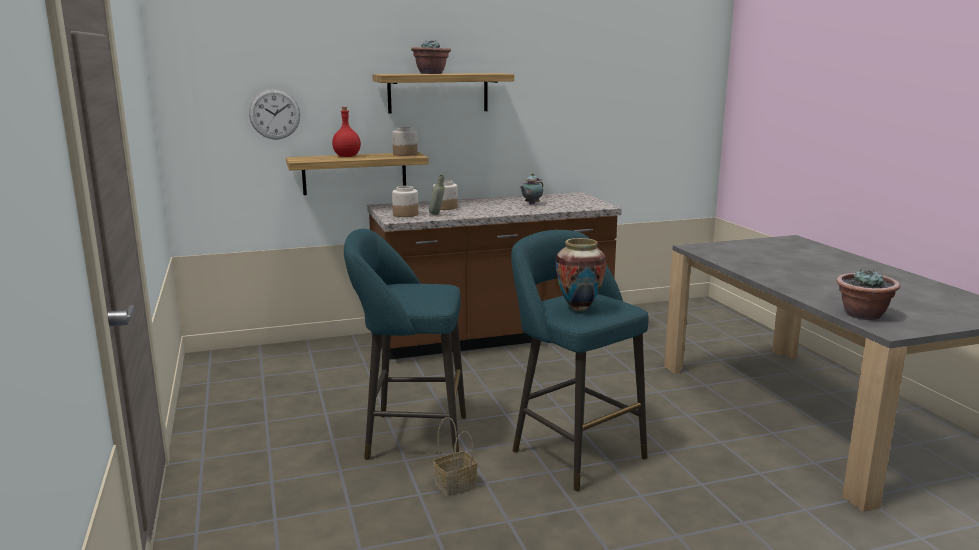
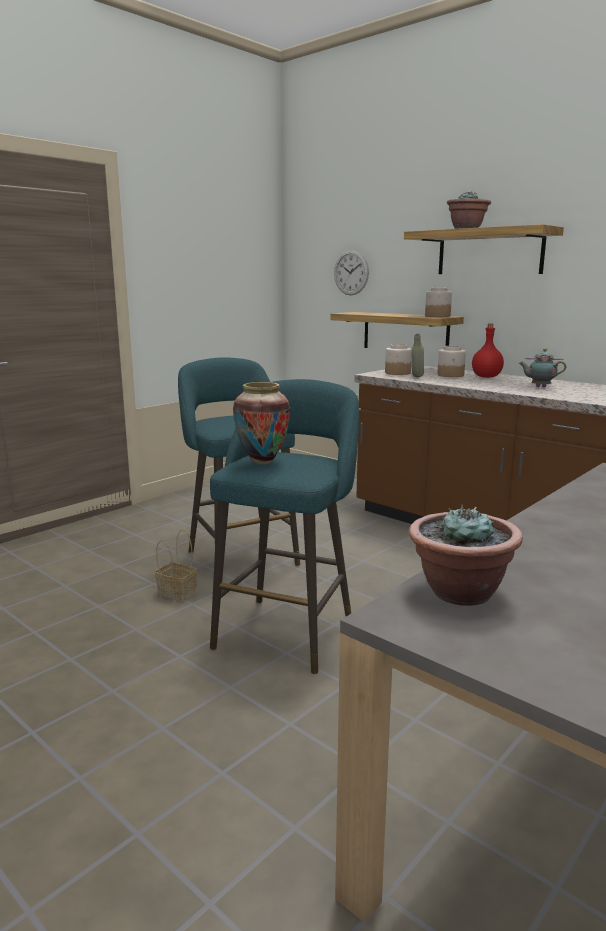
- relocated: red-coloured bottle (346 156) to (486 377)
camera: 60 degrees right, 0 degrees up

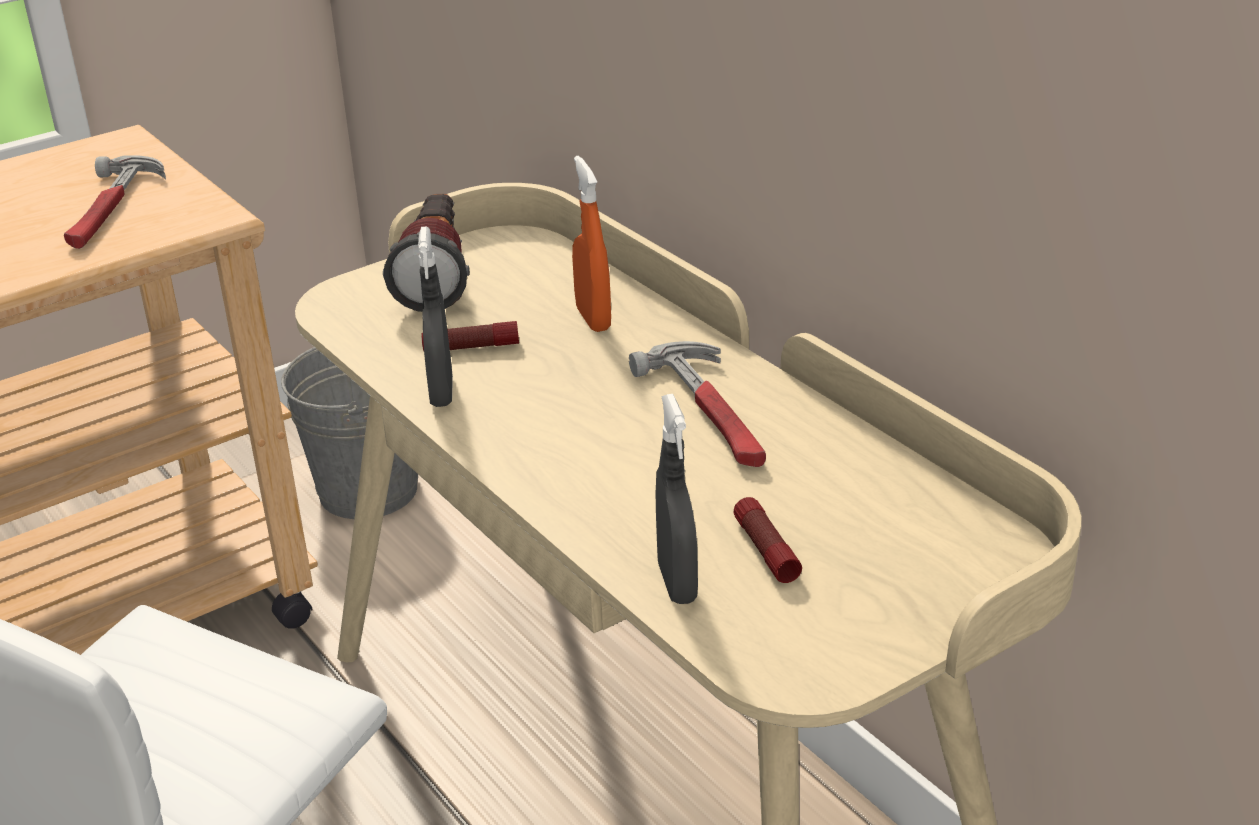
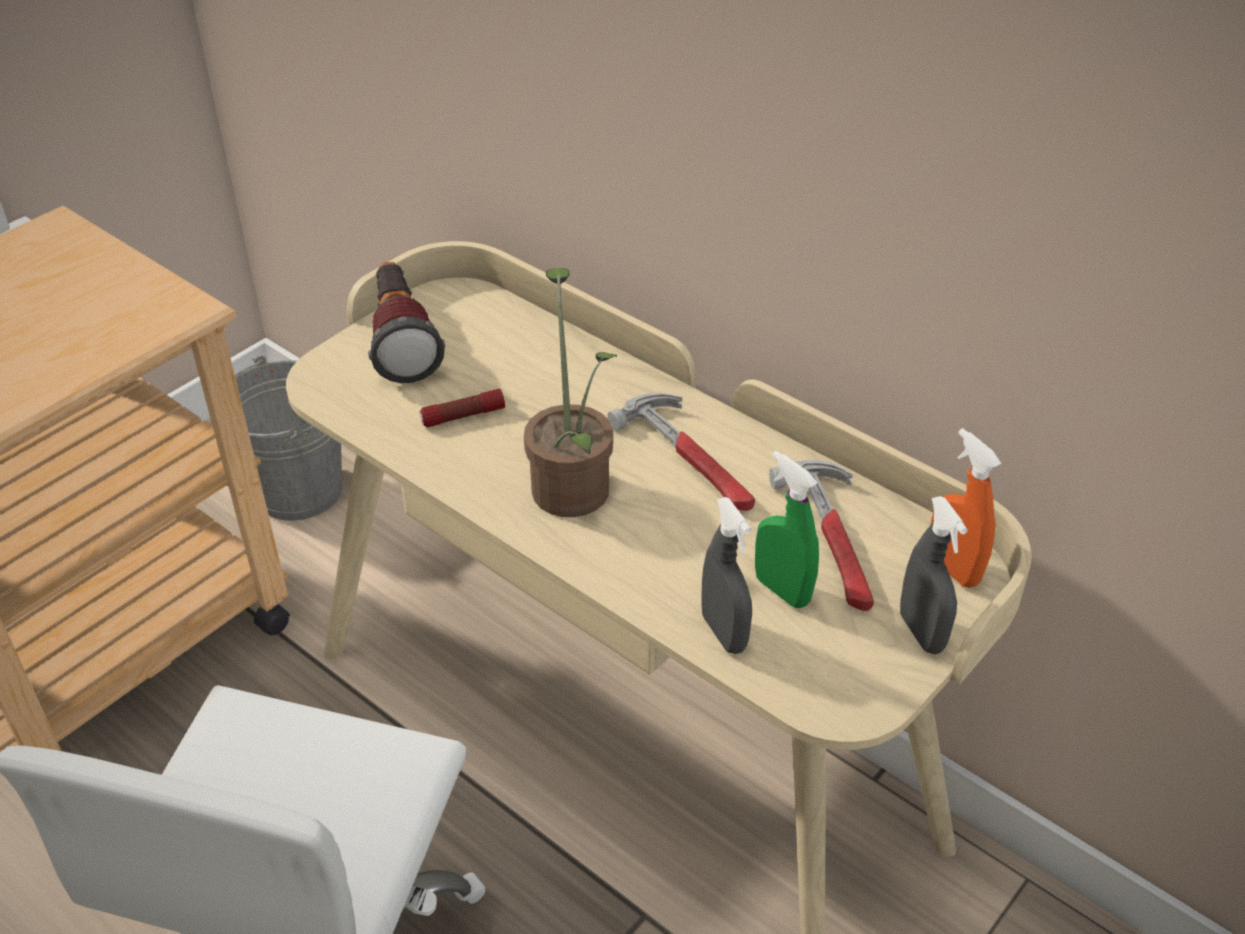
- appeared: houseplant (572 481)
- relocated: hand hammer (111 210) to (834 540)
- relocated: greyish hand sprayer (441 393) to (921 632)
- relocated: orange-coloured hand sprayer (593 319) to (952 569)
- exchanged: torch (765 550) to green hand sprayer (782 590)
camera: 15 degrees left, 10 degrees up

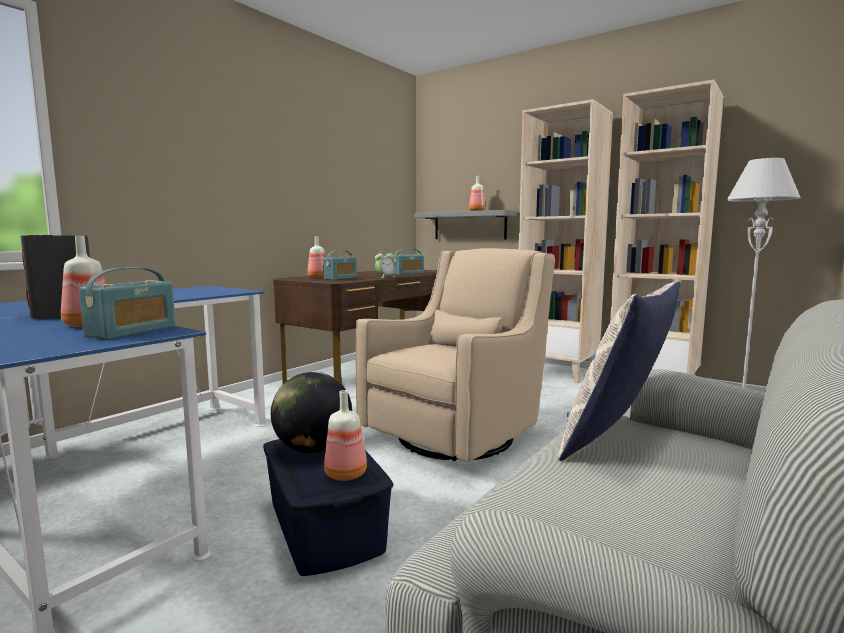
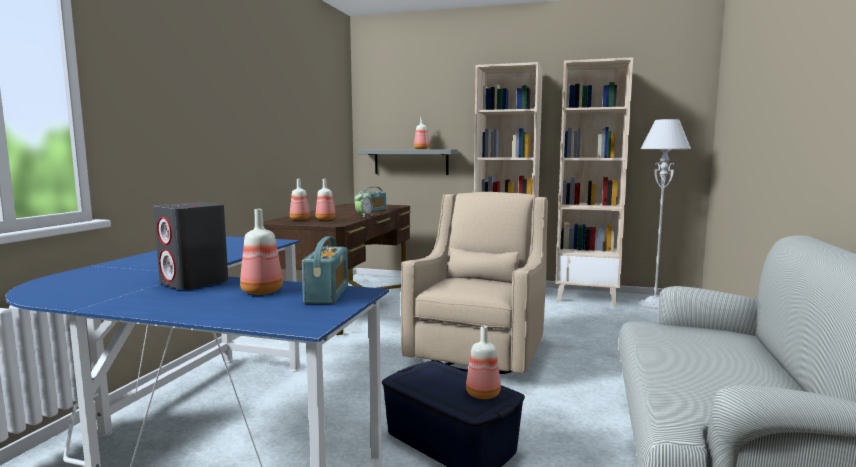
- missing: globe (313 449)
- missing: pillow (617 440)
- exchanged: radio receiver (340 278) to bottle (325 219)
camera: 20 degrees left, 0 degrees up

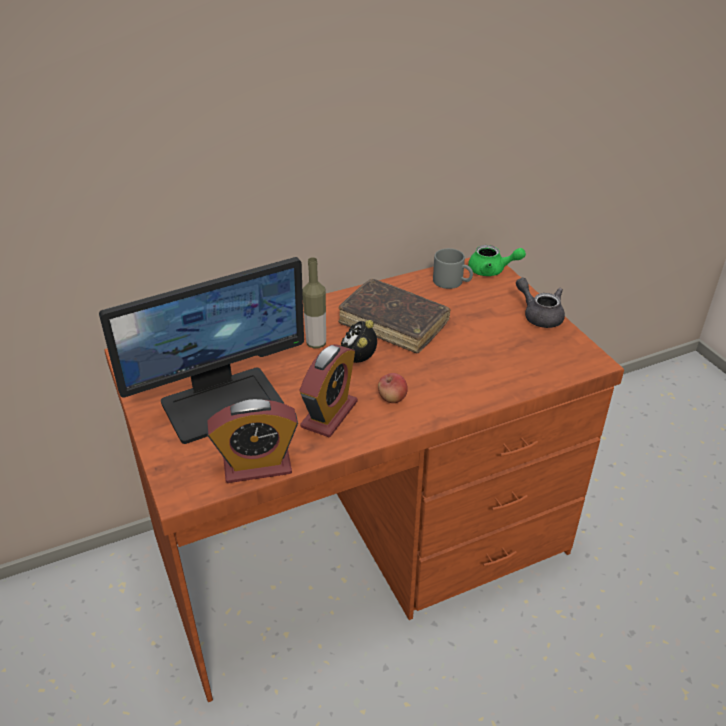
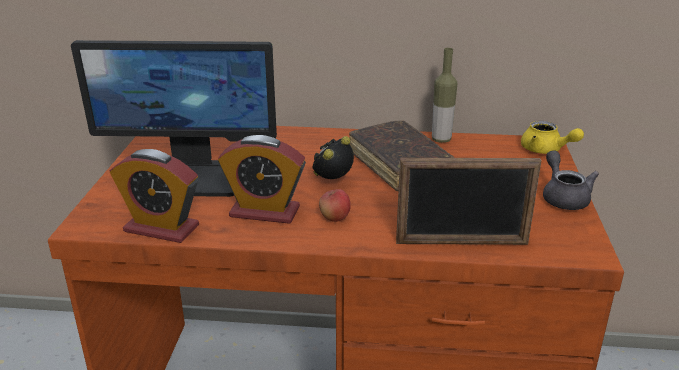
- missing: greyish coffee mug (452 282)
- appeared: standing frame (461 243)
- relocated: bottle (316 343) to (441 139)
- colour: green pot for tea (491 271) to yellow-coloured pot for tea (546 150)
- spun: alarm clock (329 414) = (264 212) 45 degrees clockwise
camera: 30 degrees right, 10 degrees down

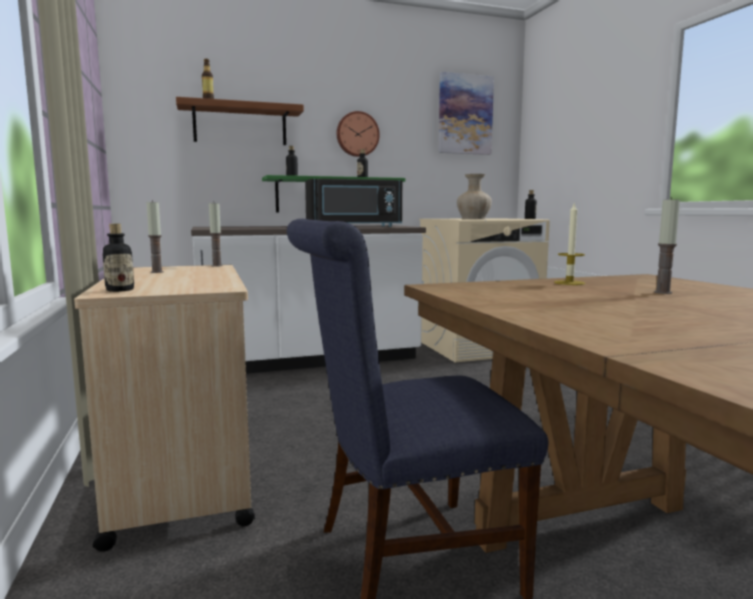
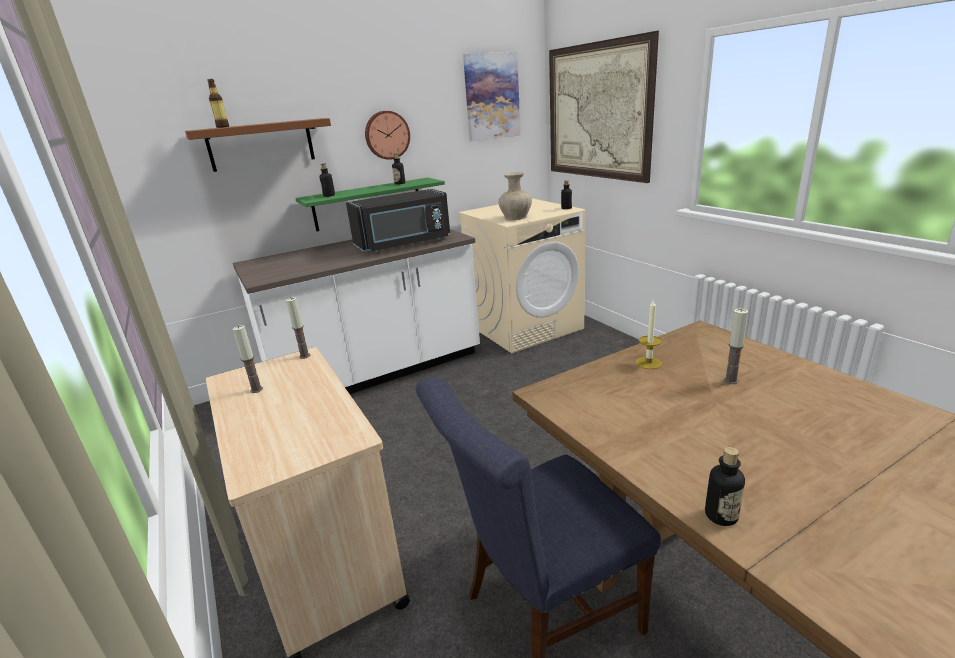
- appeared: wall art (597 112)
- relocated: bottle (120 290) to (721 515)
camera: 10 degrees left, 15 degrees up

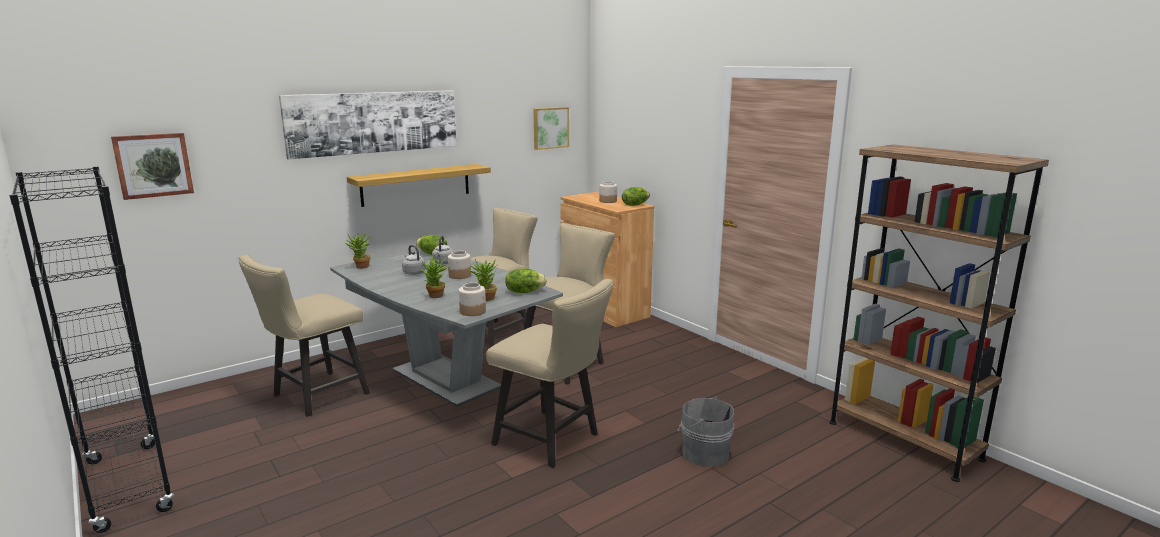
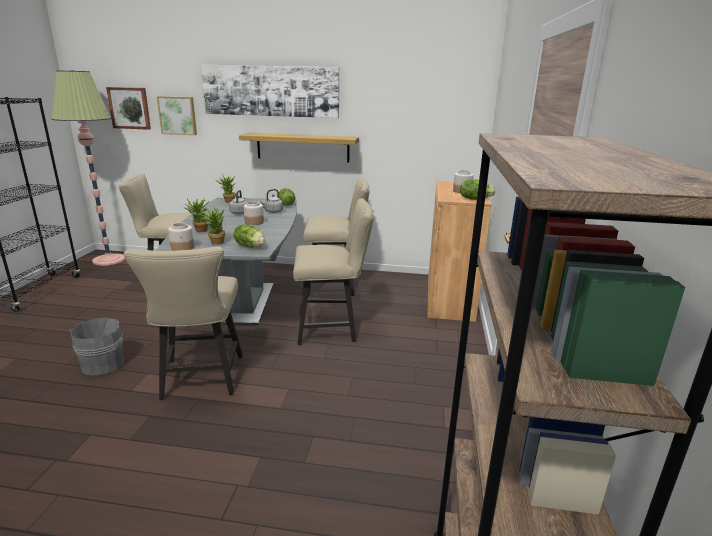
- appeared: standing lamp (109 260)
- relocated: wall art (550 128) to (178 115)
- relocated: greyish bucket (703 452) to (104 363)
camera: 45 degrees right, 5 degrees up

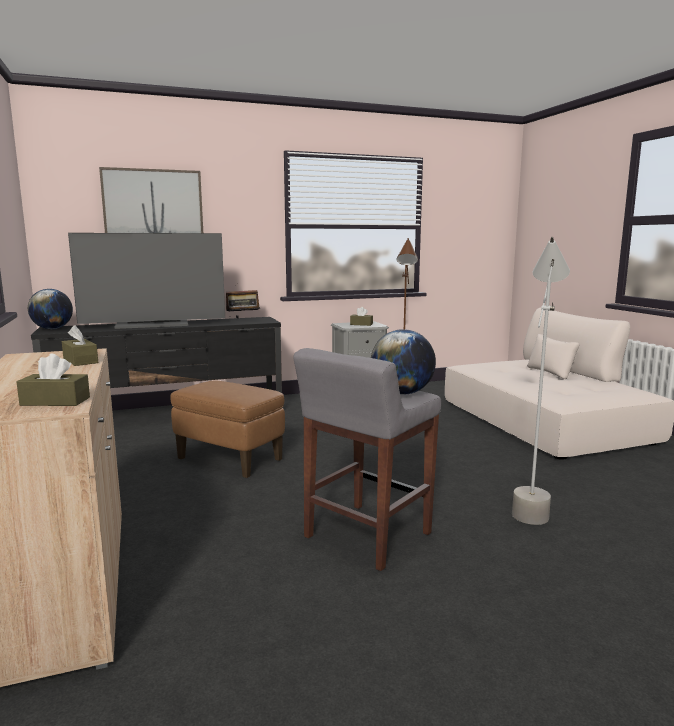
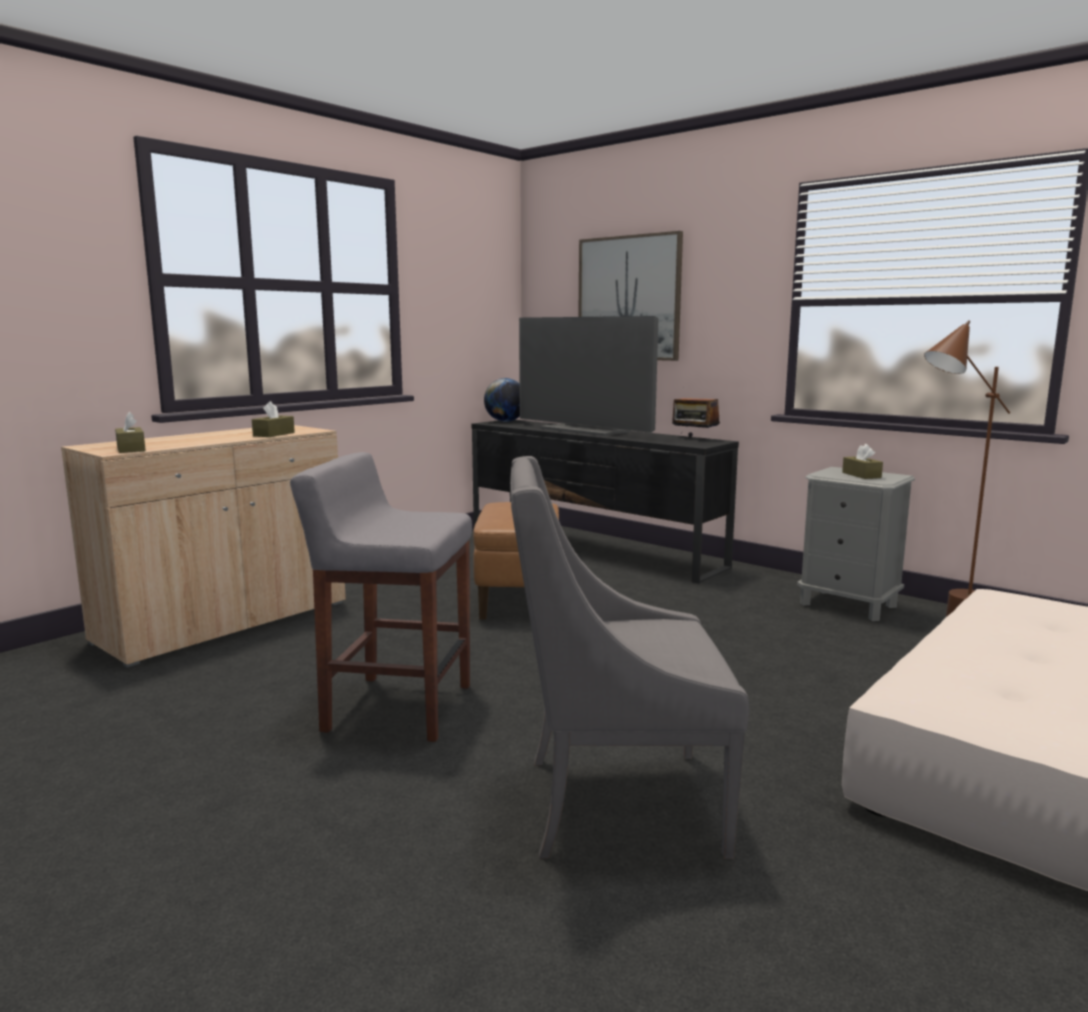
- missing: globe (402 393)
- exchanged: greyish standing lamp (531 503) to greyish lounge chair (614 803)
camera: 60 degrees right, 0 degrees up

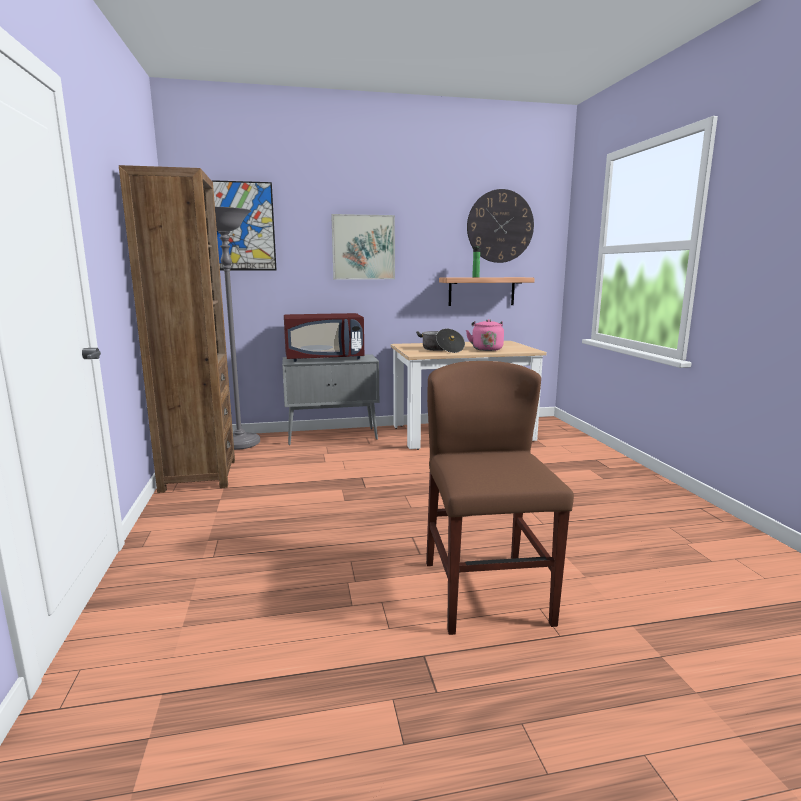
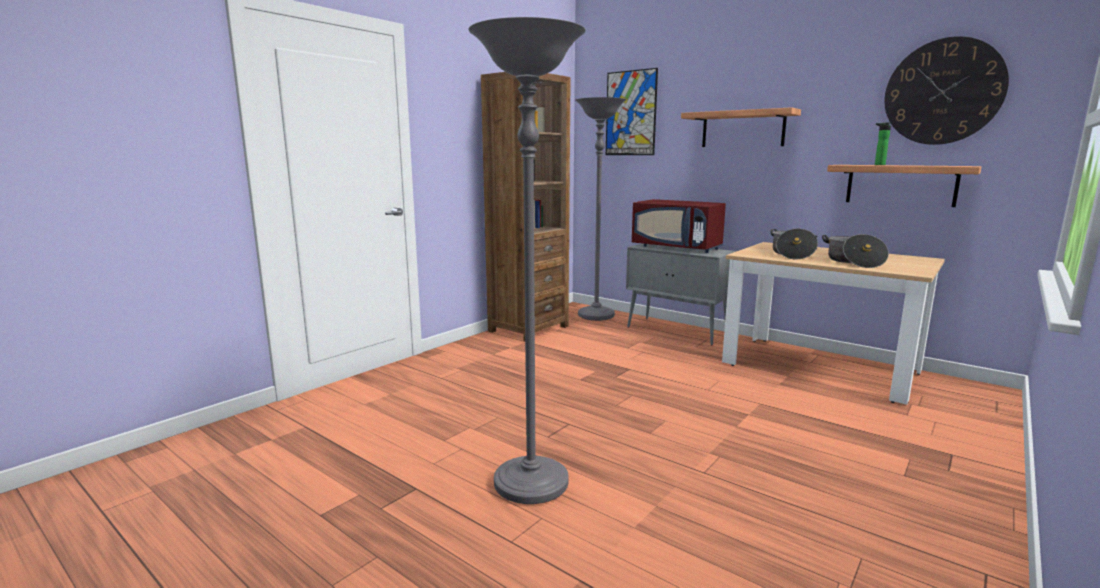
- exchanged: wall art (363 247) to bracket shelf (742 129)
- exchanged: brownish plain chair (486 592) to greyish standing lamp (531 484)
- exchanged: pinkish water kettle (486 349) to saucepot (853 262)
camera: 50 degrees right, 0 degrees up

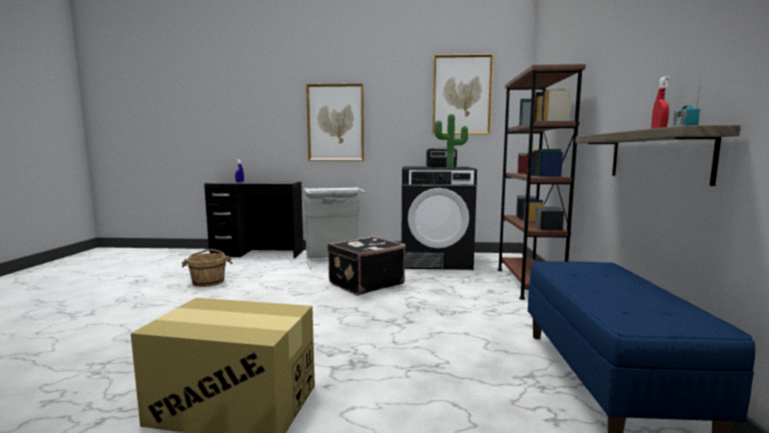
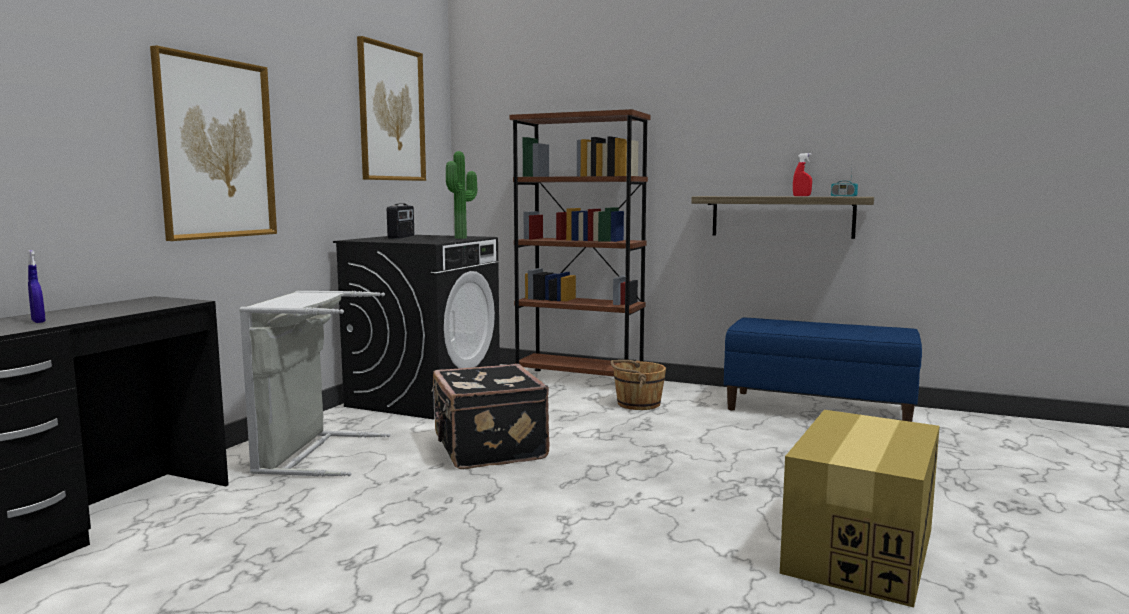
- relocated: brownish bucket (208 282) to (637 404)
camera: 70 degrees left, 0 degrees up

